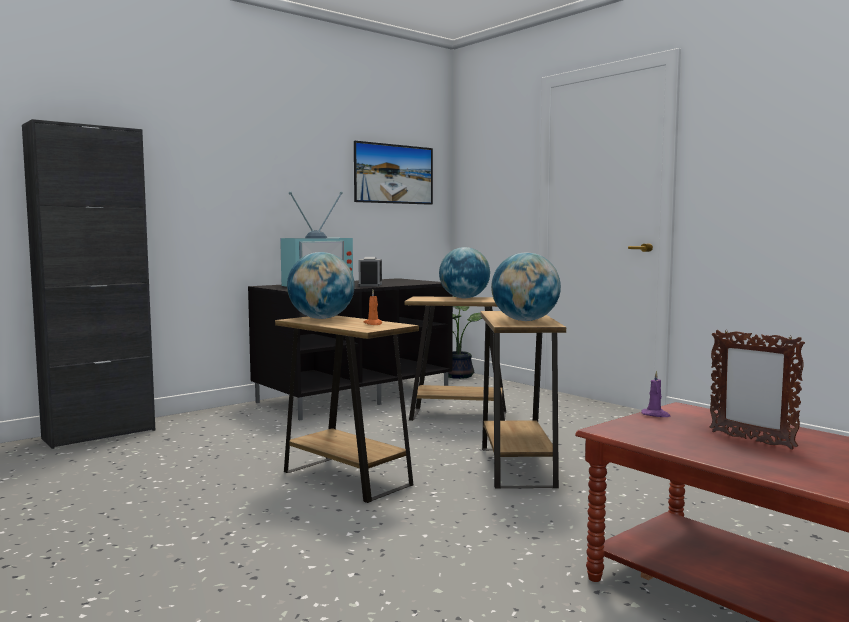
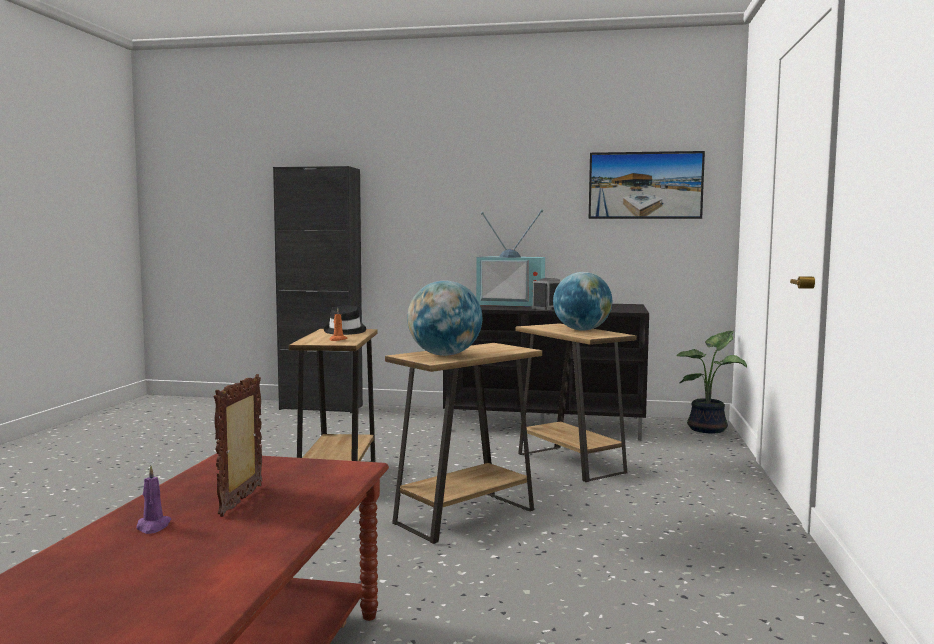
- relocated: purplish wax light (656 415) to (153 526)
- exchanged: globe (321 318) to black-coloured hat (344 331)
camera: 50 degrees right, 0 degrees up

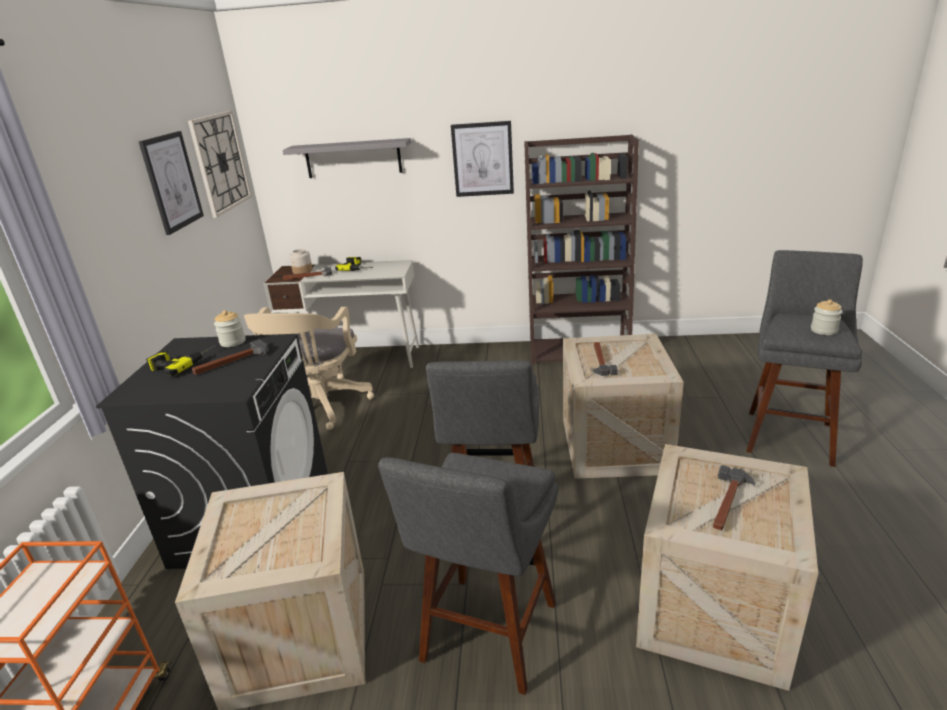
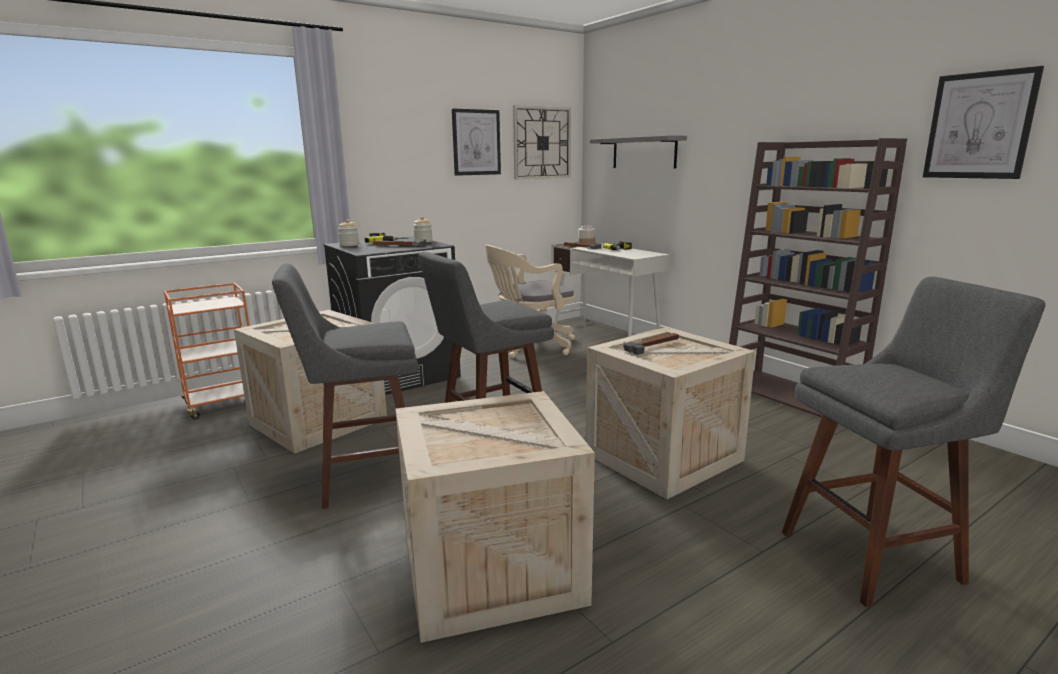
- missing: hand hammer (728 502)
- relocated: wall art (483 159) to (979 126)
- relocated: jar (824 330) to (349 245)
camera: 50 degrees right, 10 degrees down

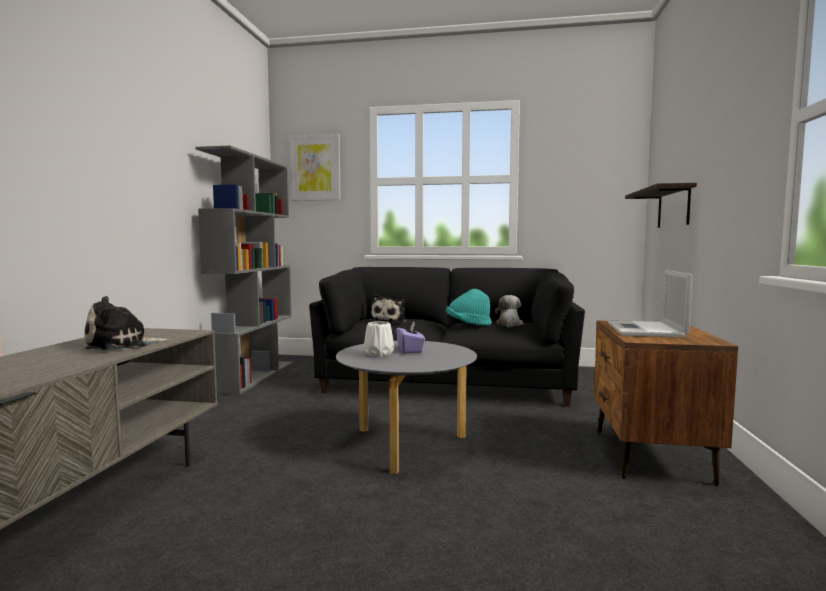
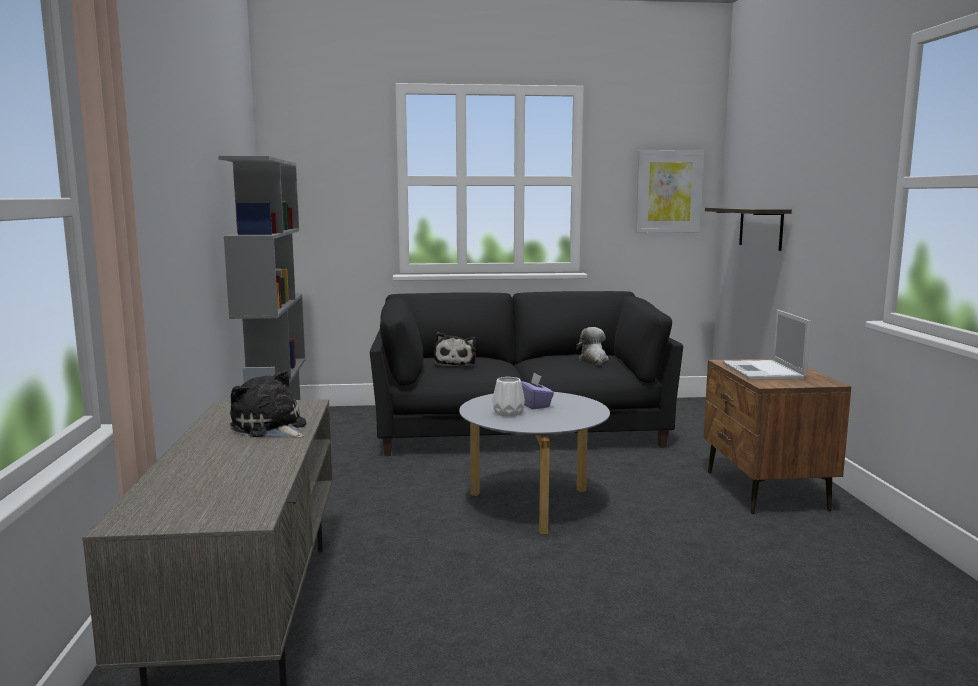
- missing: turquoise hat (468 324)
- relocated: wall art (315 168) to (668 191)
- spun: cuddly toy (122 345) = (270 428) 90 degrees clockwise
camera: 15 degrees left, 5 degrees up

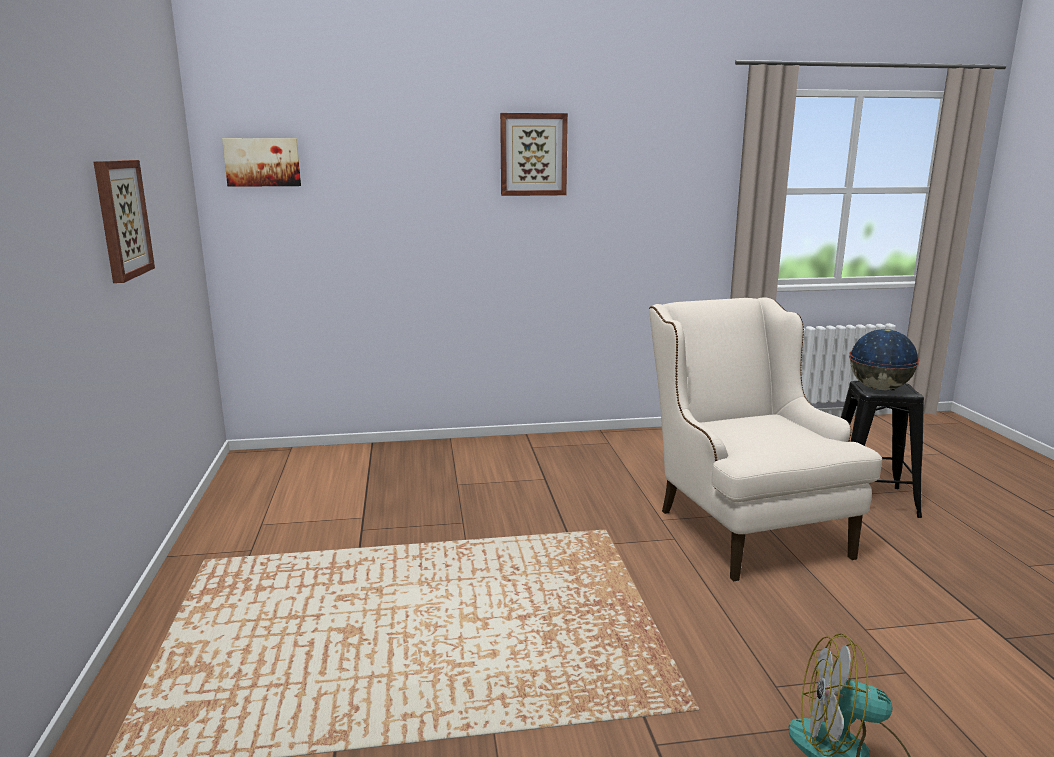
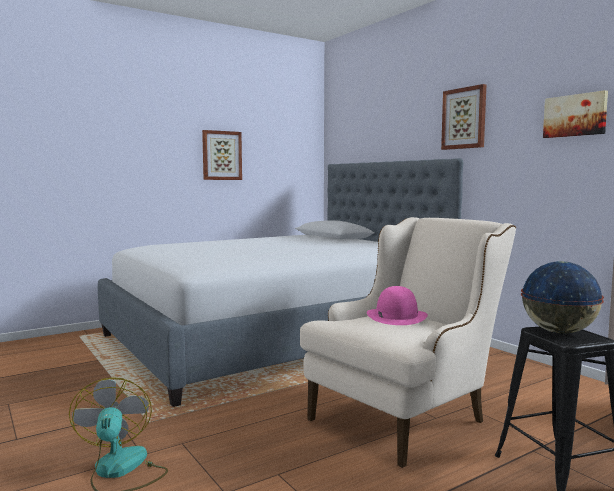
- appeared: bed (277 337)
- appeared: pinkish hat (396 316)
- relocated: wall art (262 162) to (575 115)
camera: 65 degrees right, 10 degrees down

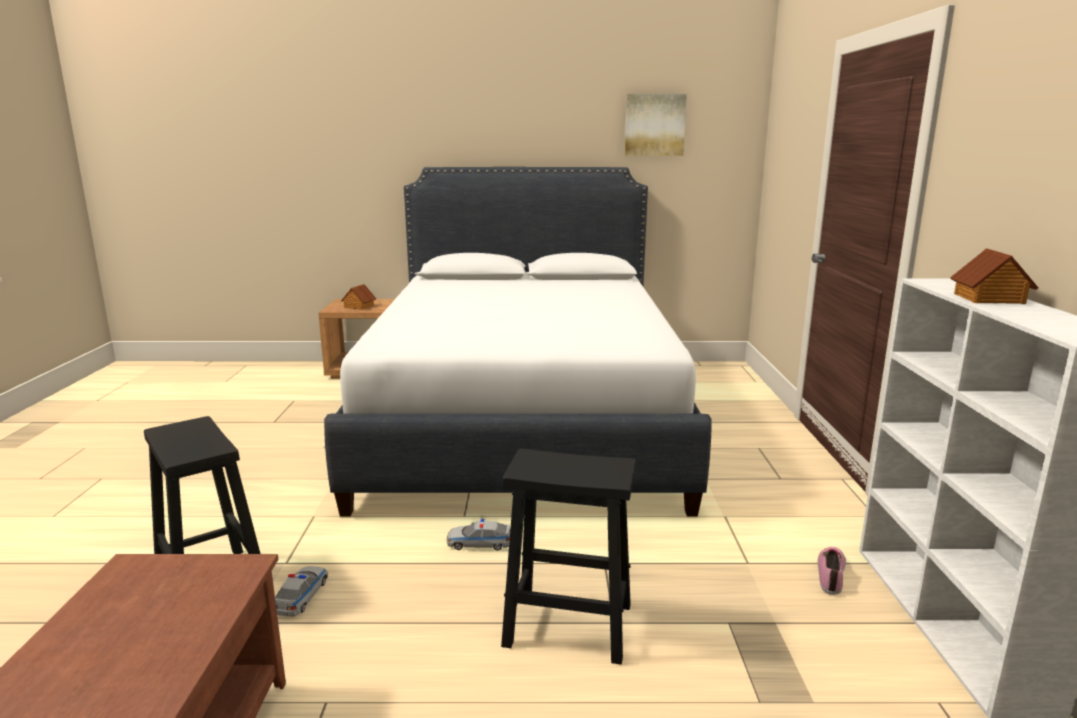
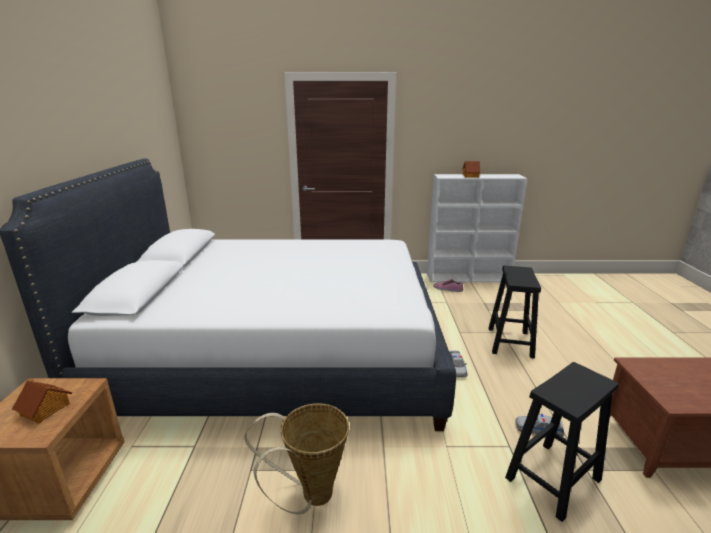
- missing: wall art (654 125)
- appeared: household basket (310 496)
camera: 90 degrees left, 5 degrees up

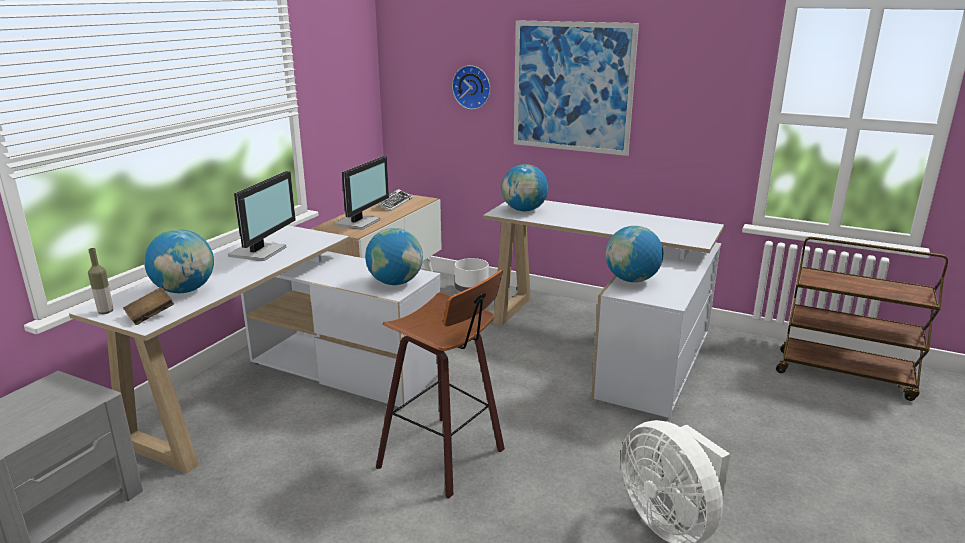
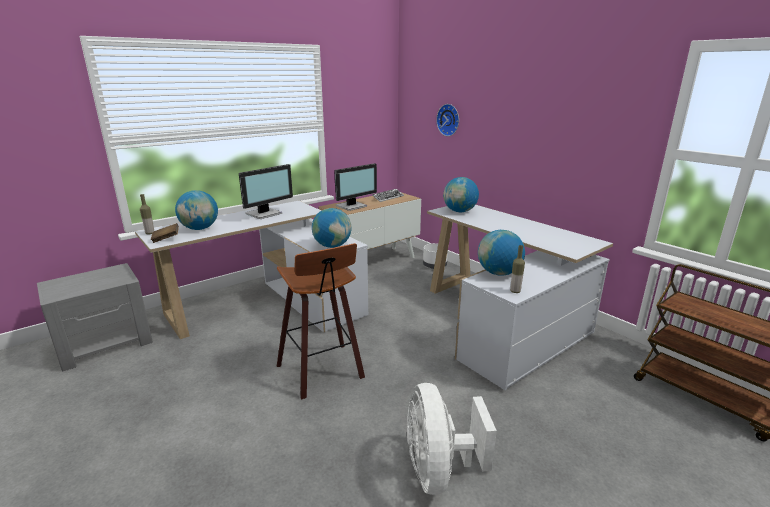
- missing: wall art (572 87)
- appeared: bottle (515 291)
camera: 25 degrees right, 0 degrees up

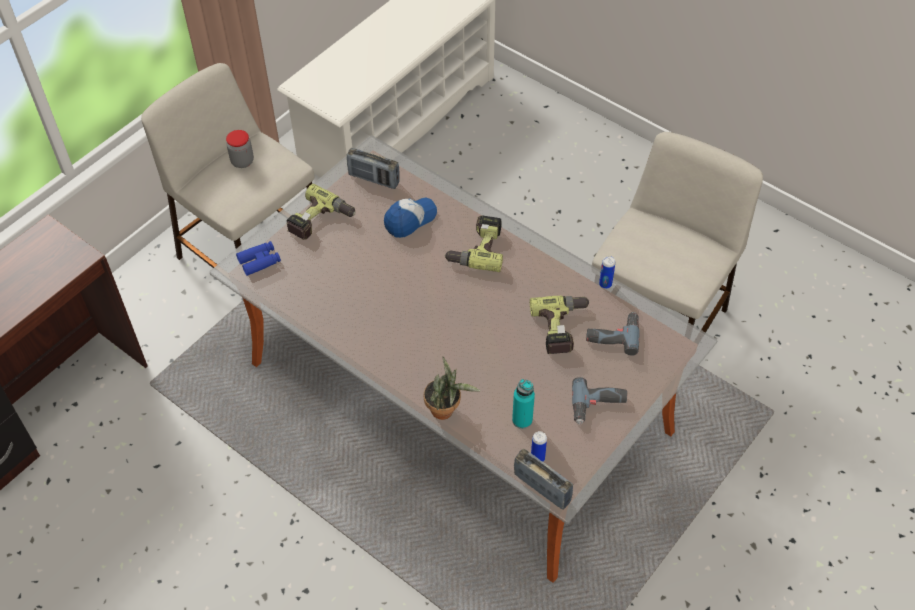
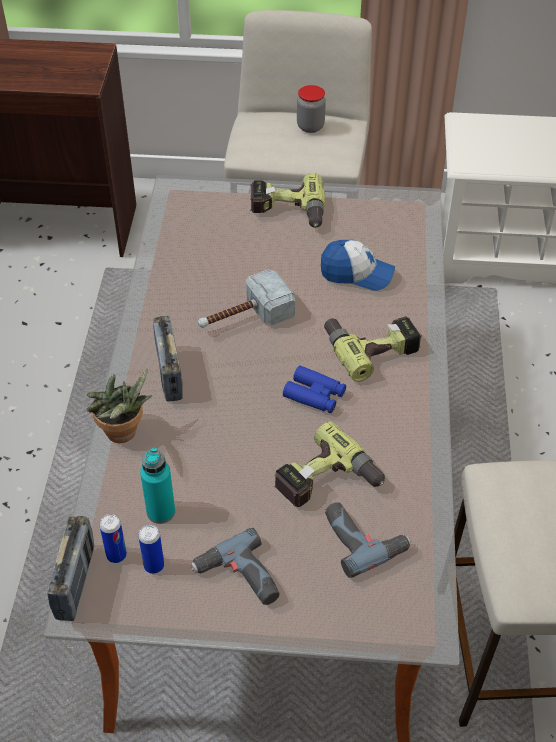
- appeared: hand hammer (244 317)
- relocated: blue binoculars (259 261) to (314 395)
- relocated: radio receiver (374 179) to (169 374)
- relocated: can (605 284) to (154 565)
camera: 55 degrees right, 5 degrees down

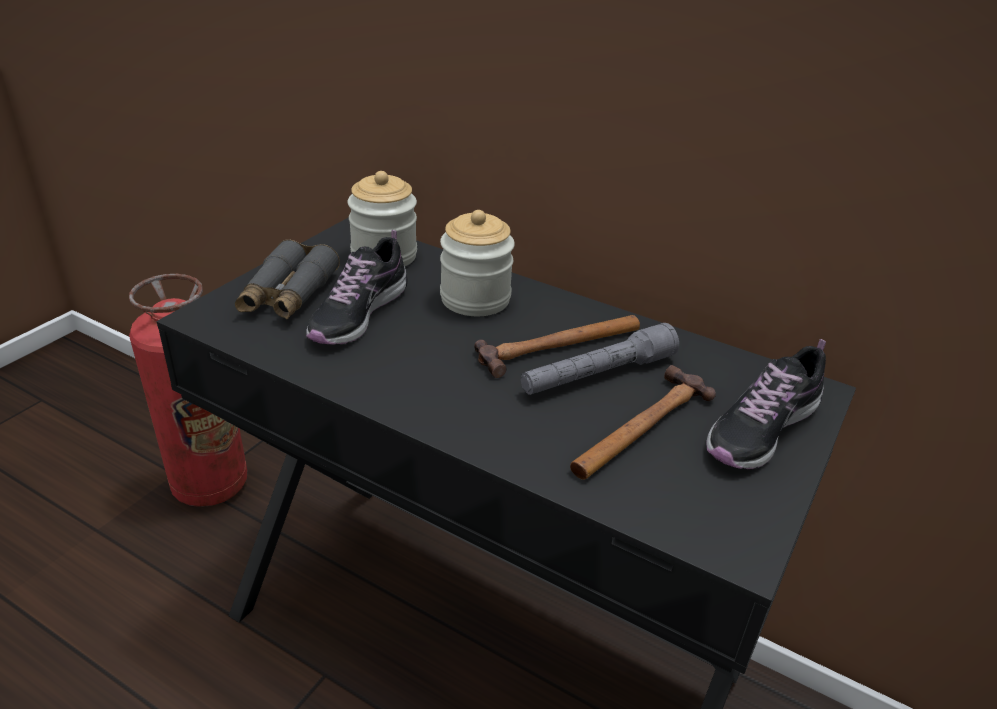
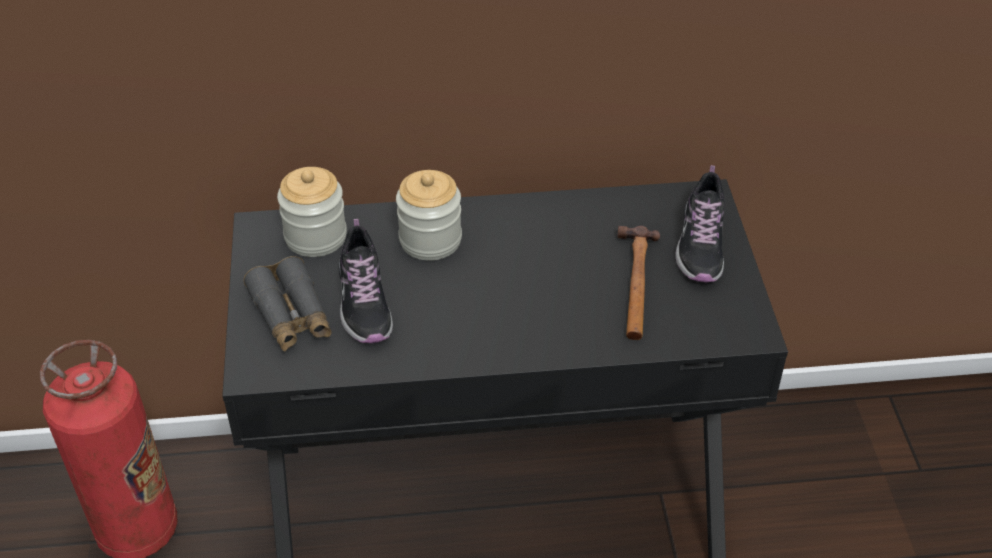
- missing: hand hammer (561 346)
- missing: greyish torch (597 374)
camera: 35 degrees left, 10 degrees up

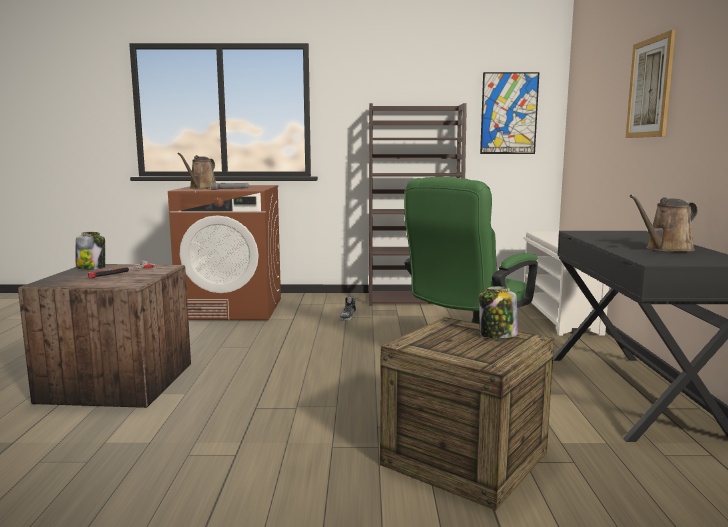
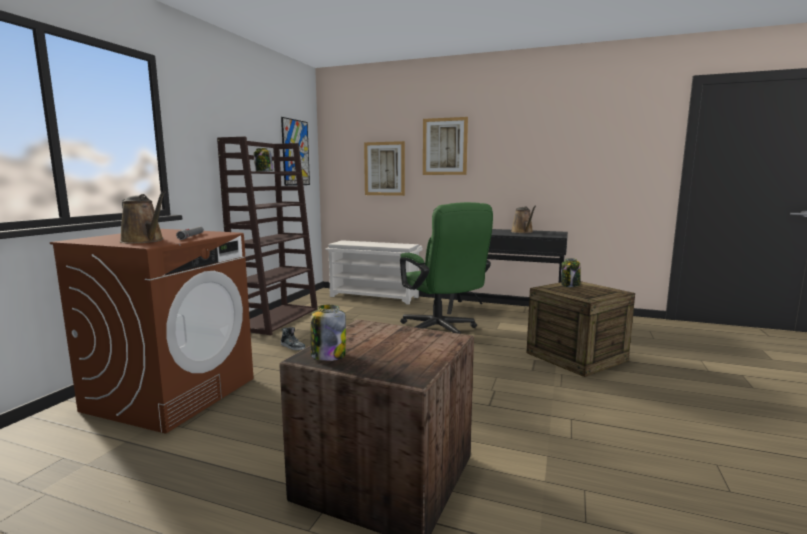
- missing: hand hammer (123 273)
- appeared: jar (263 171)
- appeared: wall art (384 168)
camera: 70 degrees left, 0 degrees up

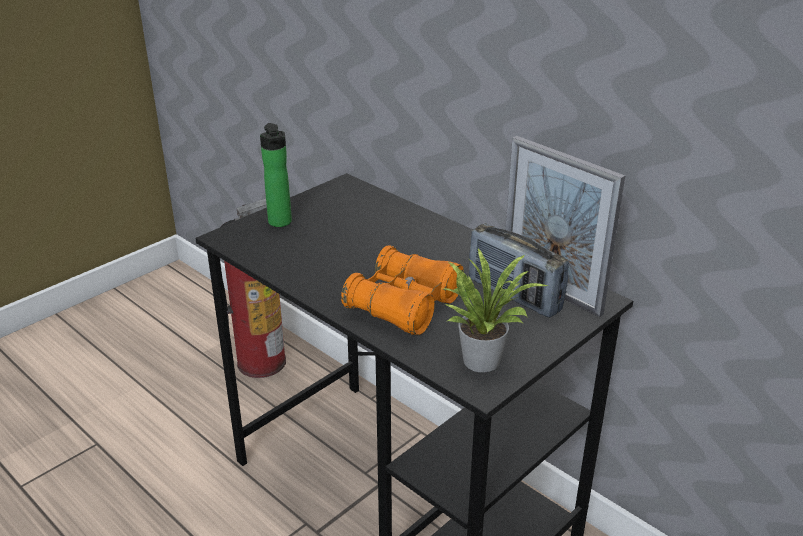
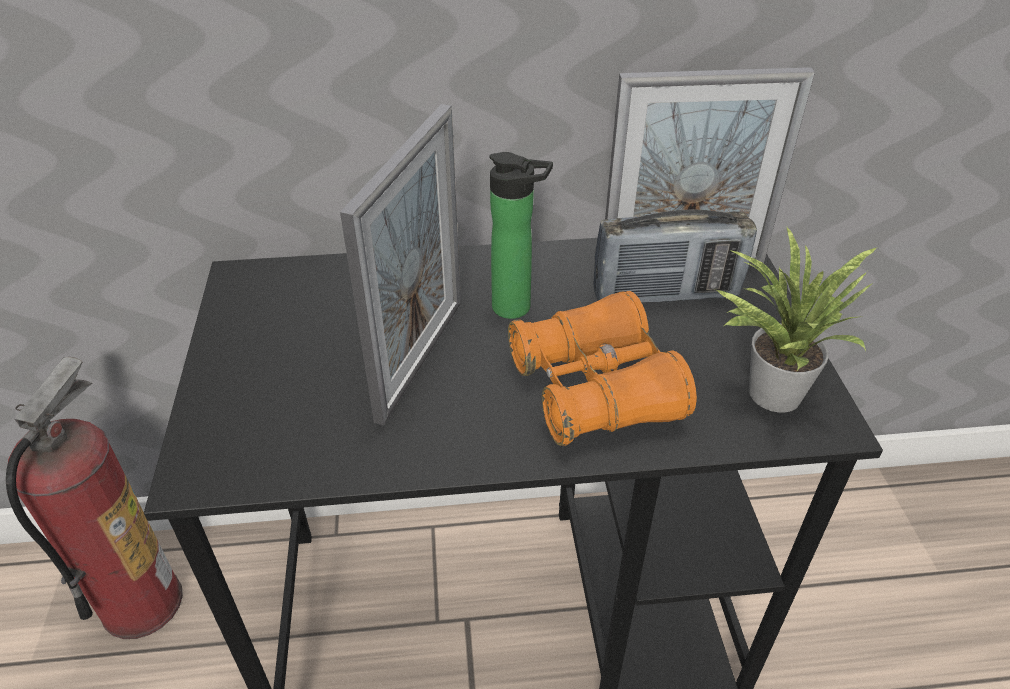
- appeared: standing frame (421 358)
- relocated: bottle (281 223) to (517 308)
camera: 50 degrees left, 10 degrees up

